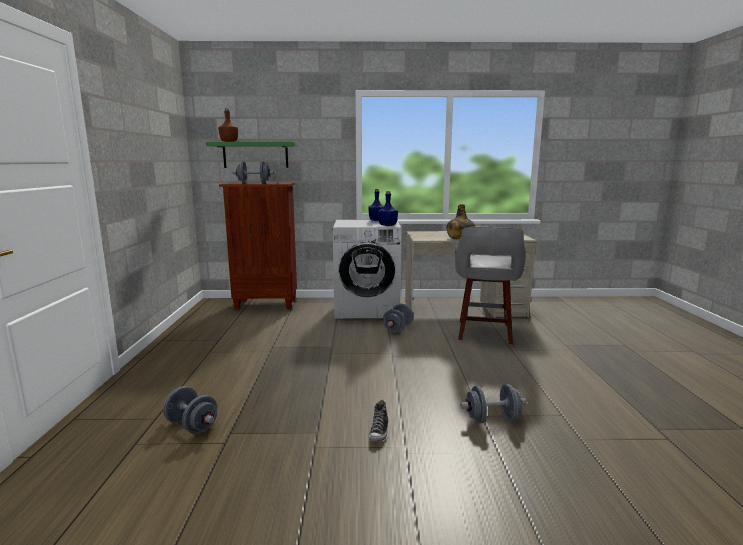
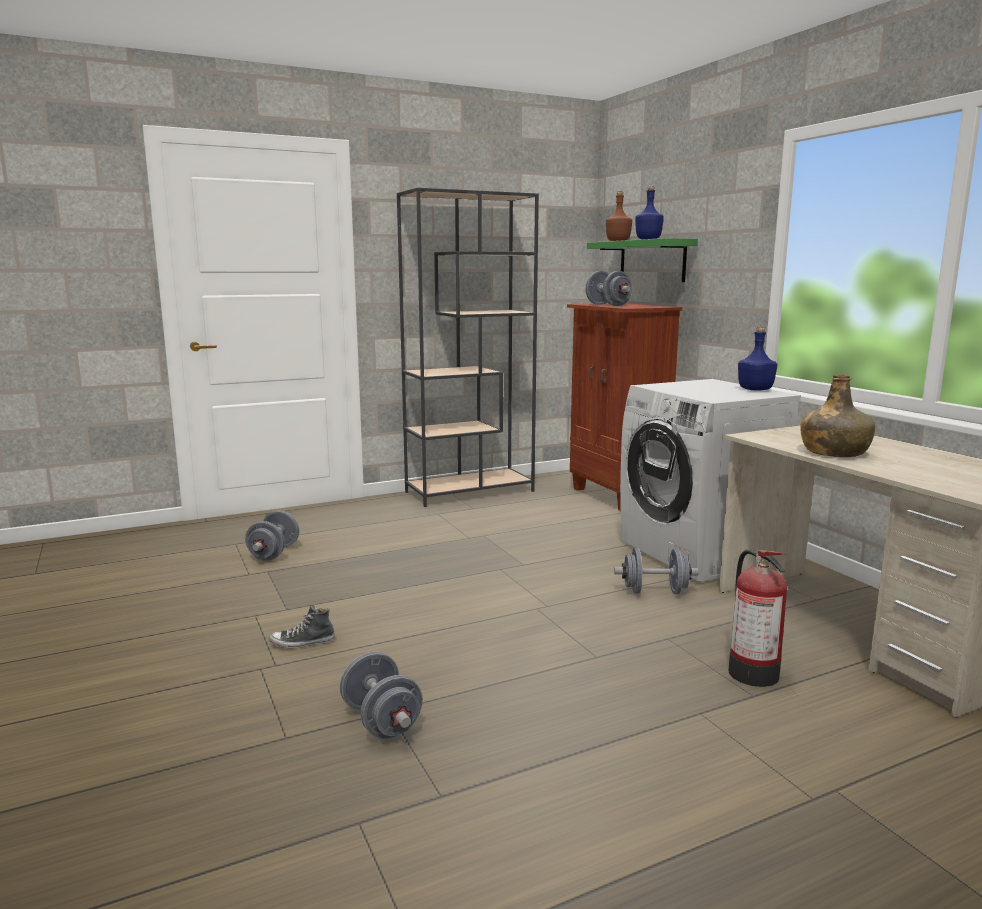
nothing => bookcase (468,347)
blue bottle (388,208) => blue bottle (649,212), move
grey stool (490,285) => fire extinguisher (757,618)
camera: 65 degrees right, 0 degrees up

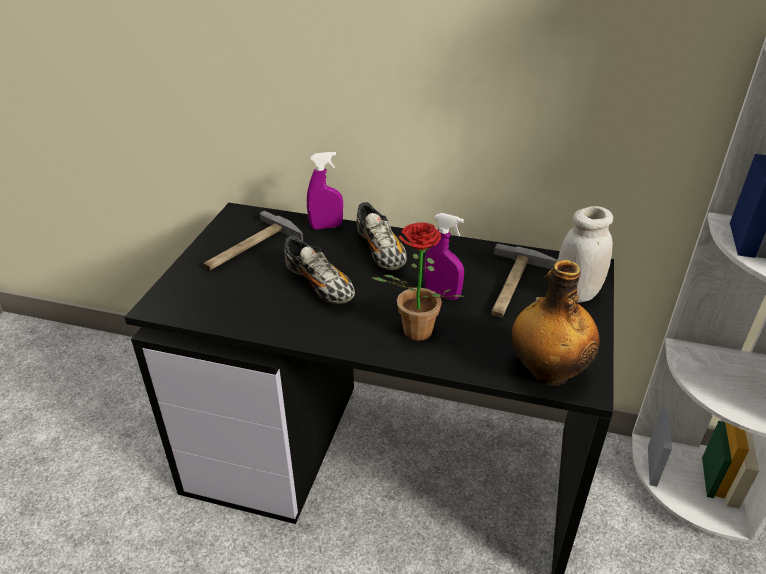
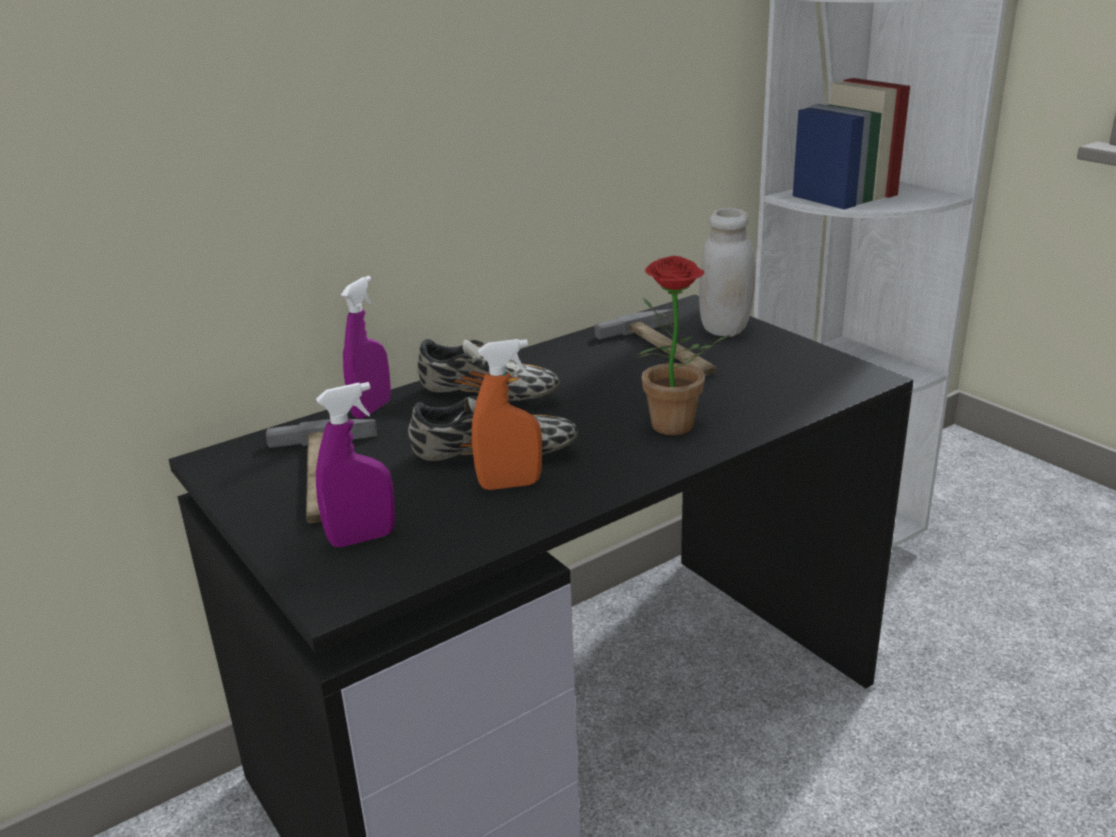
purple spray bottle (444,256) => purple spray bottle (355,464), move
nothing => orange spray bottle (507,414)
bottle (555,323) => nothing
camera: 50 degrees left, 10 degrees down

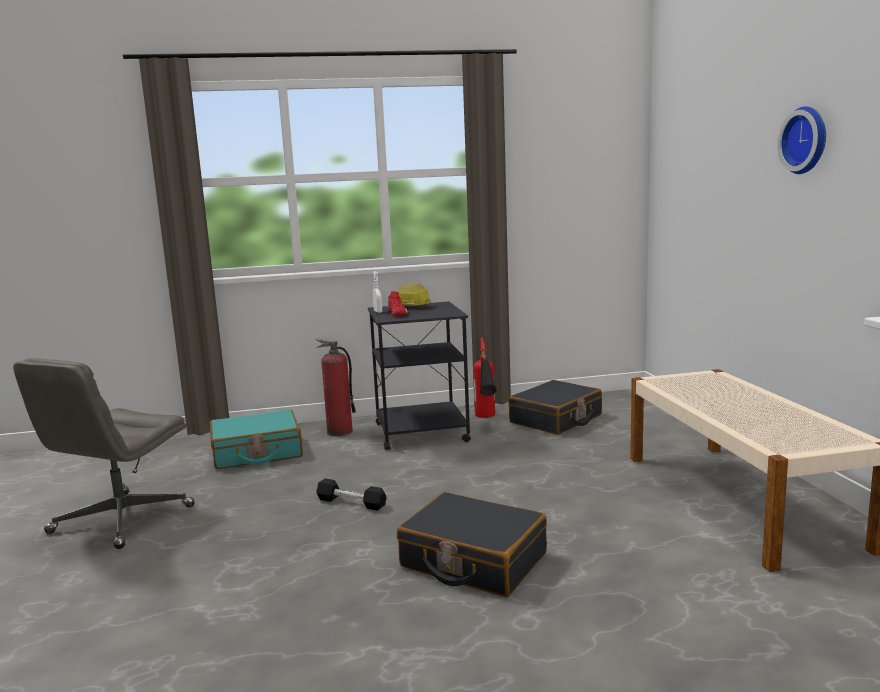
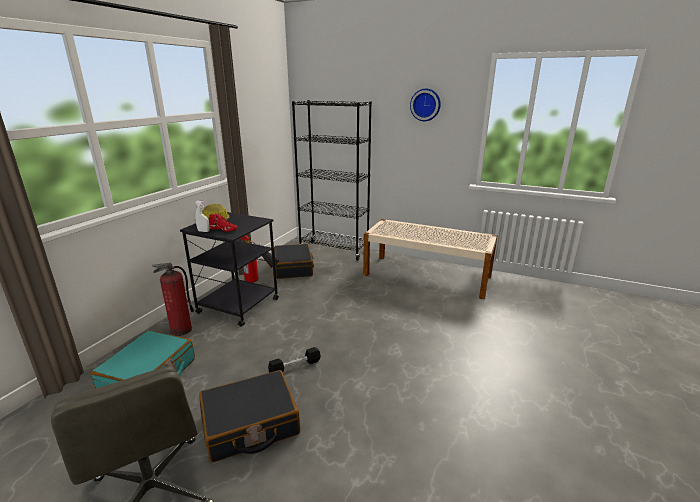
black suitcase (472,544) => black suitcase (249,416), move
nothing => black bookcase (332,180)
camera: 55 degrees left, 10 degrees up

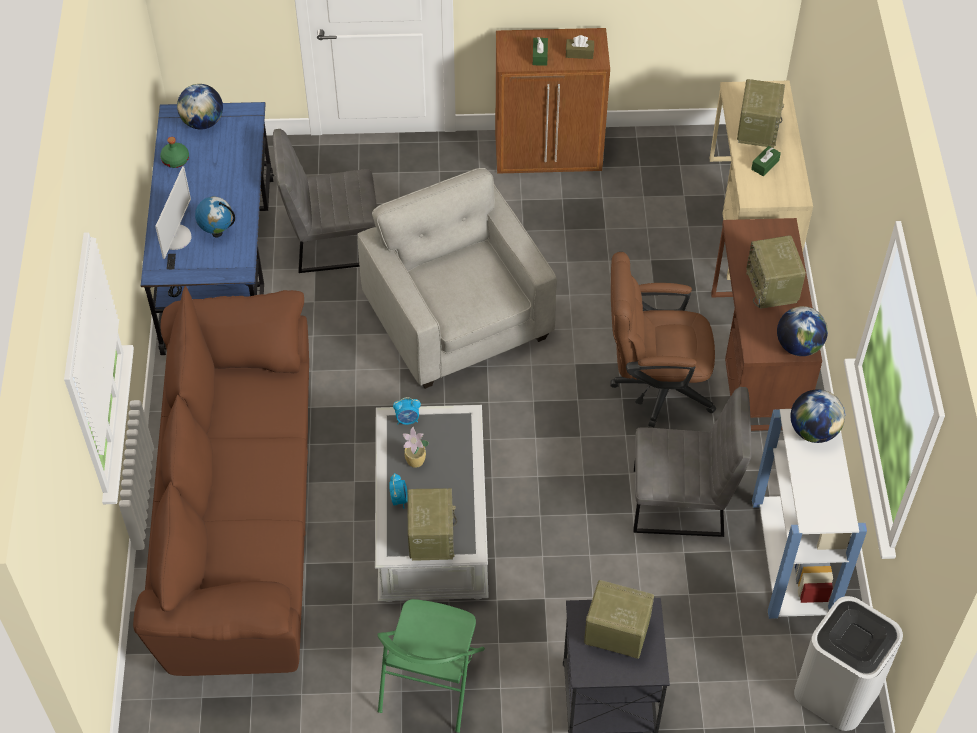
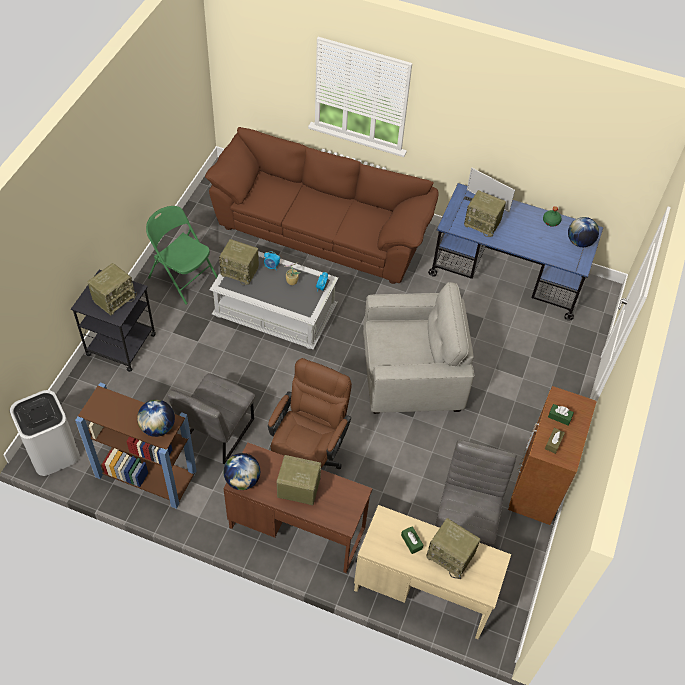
white bookcase (809,513) => brown bookcase (136,445)
grey chair (325,201) => grey chair (475,493), move
globe (215,217) => radio (485,213)
camera: 110 degrees right, 0 degrees up

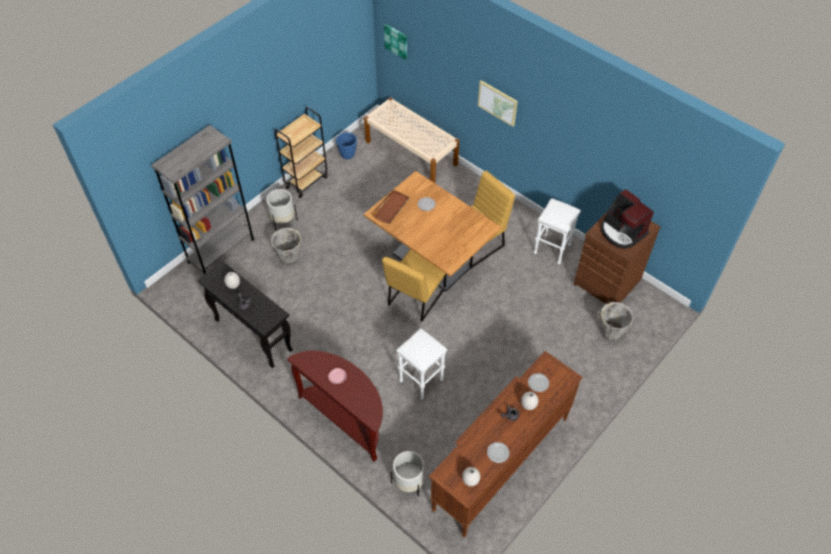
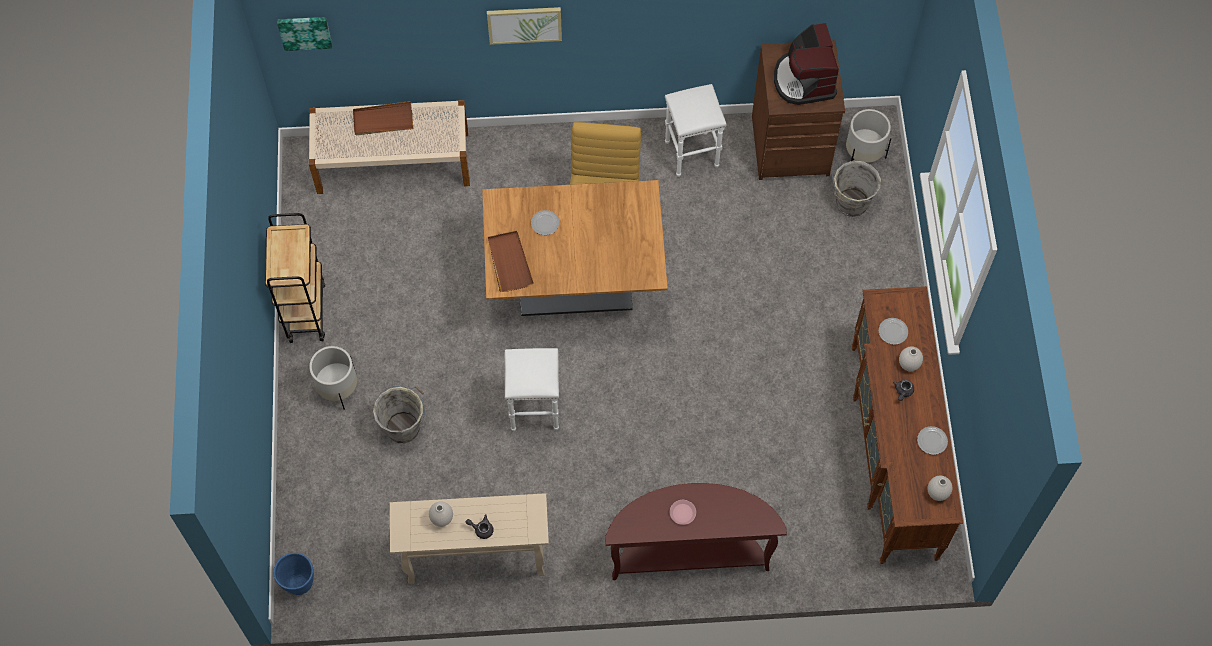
blue planter (346,145) => blue planter (293,574), move
nothing => brown tray (383,118)
black console table (245,314) => beige console table (469,538)
white stool (421,364) => white stool (532,389), move
coffee machine (627,219) => coffee machine (806,64), 75 degrees clockwise
white planter (408,474) => white planter (868,136), move
grey bookcase (203,200) => nothing
yellow chair (414,285) => nothing
camera: 45 degrees left, 10 degrees up

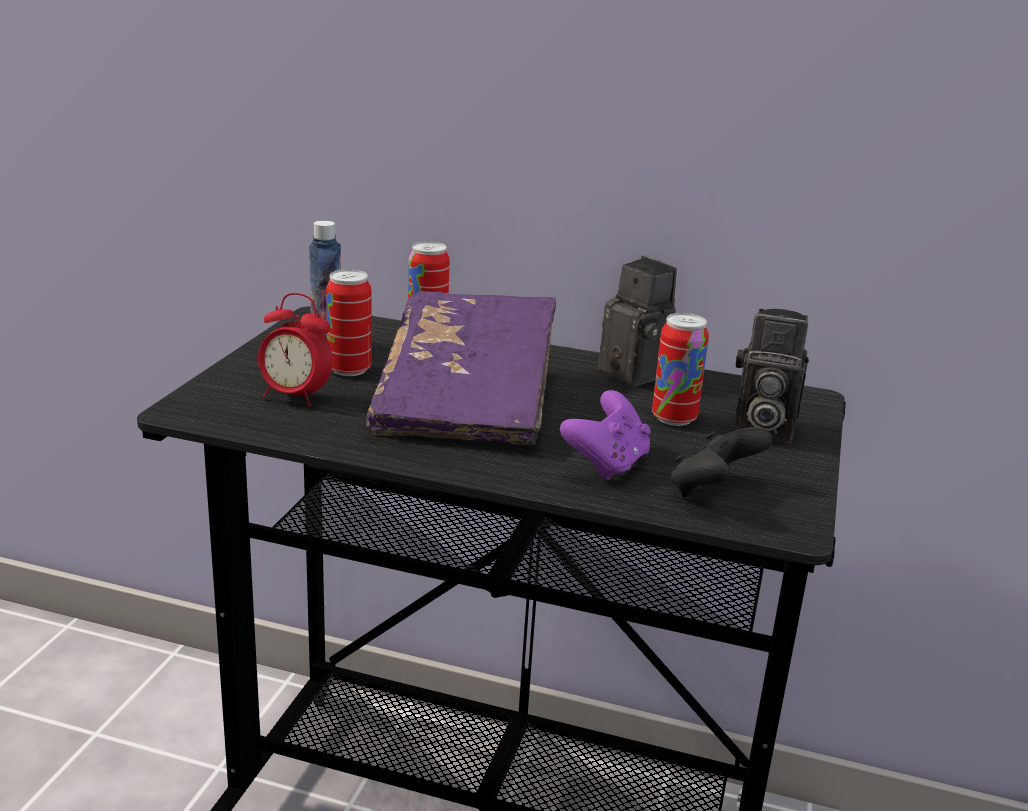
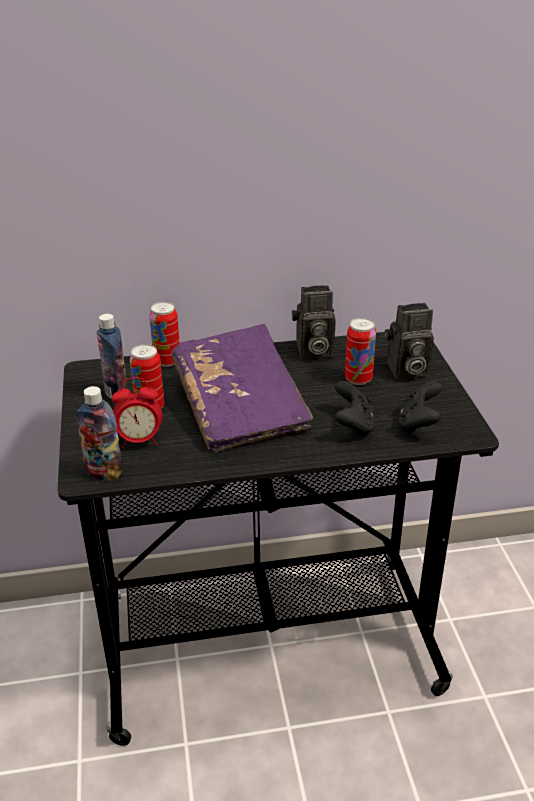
nothing => bottle (99,433)
photo camera (637,321) => photo camera (314,322), 150 degrees clockwise
purple game controller (605,435) => black game controller (355,409)
camera: 25 degrees left, 10 degrees up

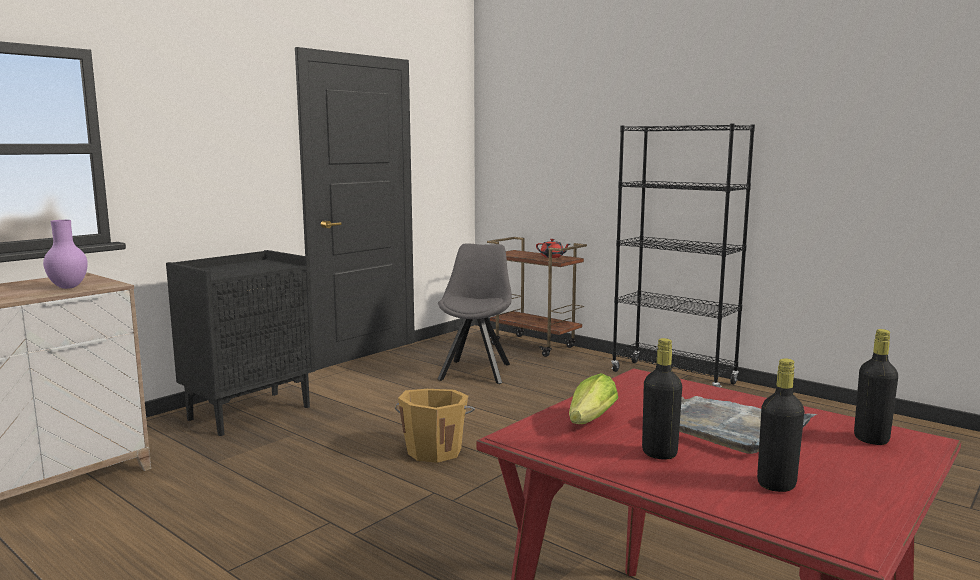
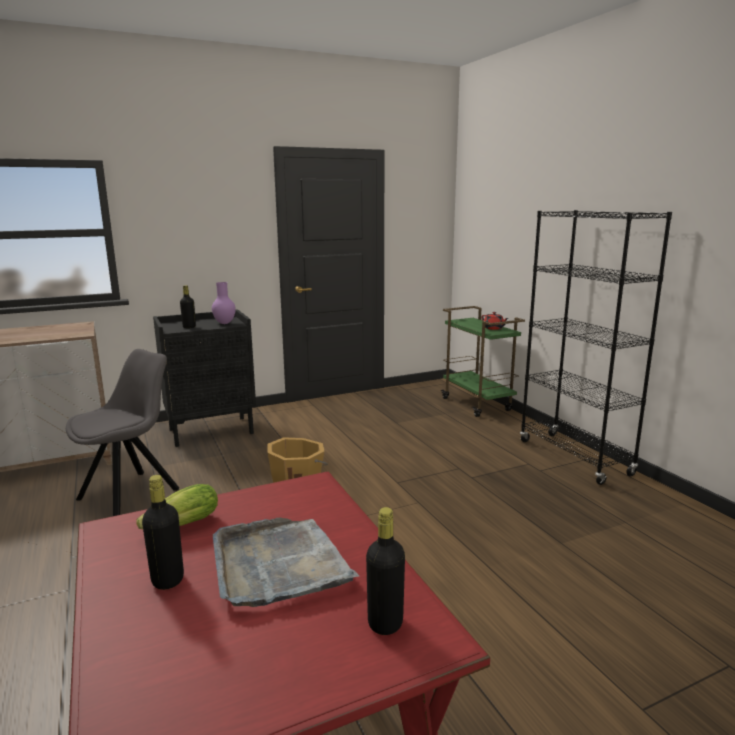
grey chair (475,313) => grey chair (122,432), move
black bottle (780,425) => black bottle (188,306), move
purple vase (65,254) => purple vase (224,303), move
brown cart (537,297) => green cart (483,361)
camera: 25 degrees right, 5 degrees up

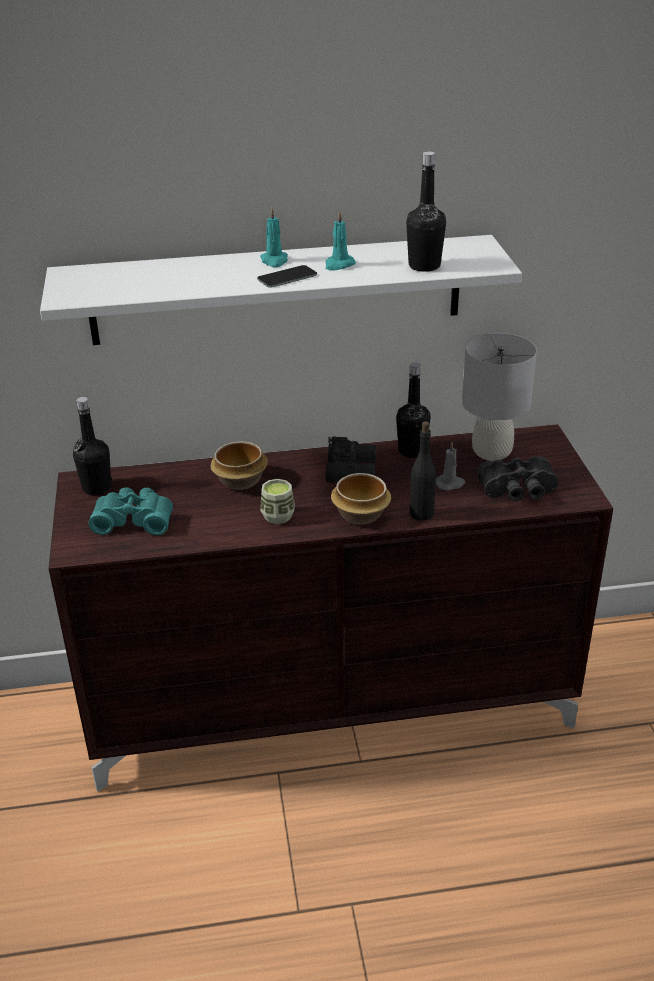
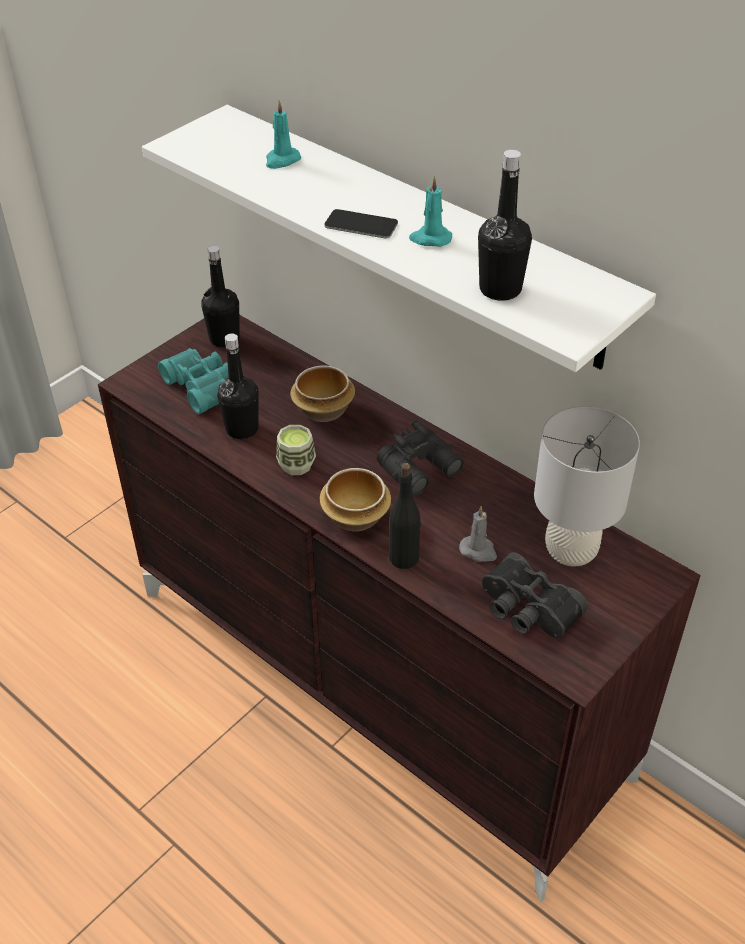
black bottle (413,410) => black bottle (238,386), move
turquoise candle (274,237) => turquoise candle (283,134), move
camera: 50 degrees right, 10 degrees up

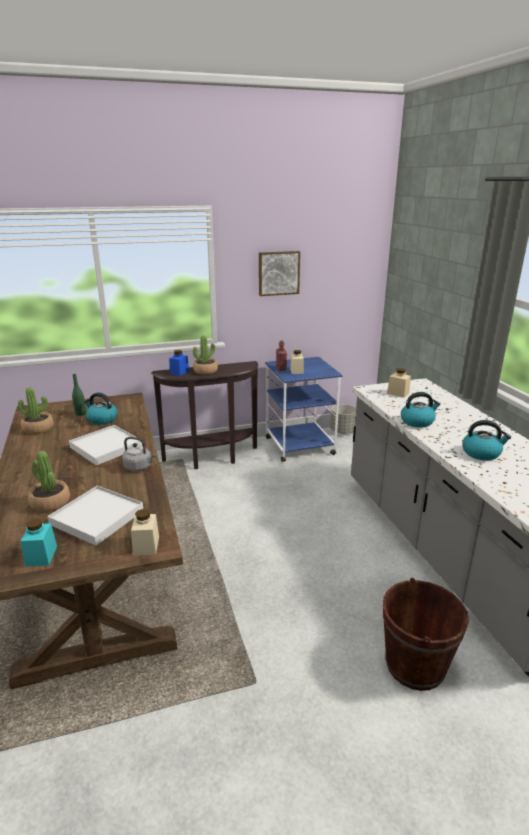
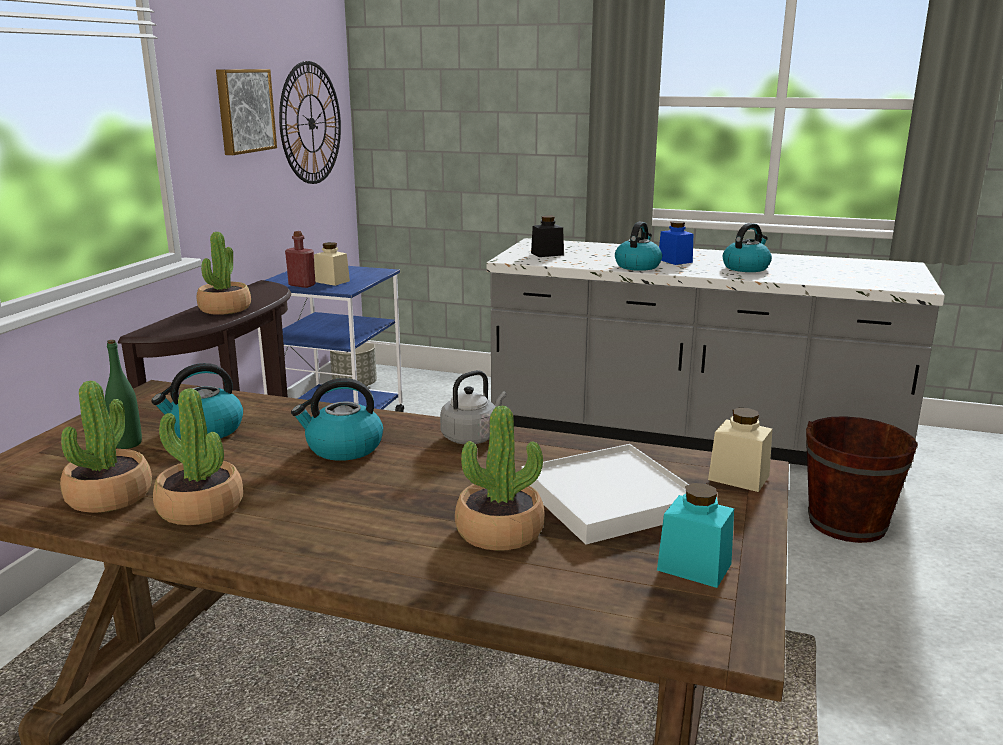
nothing => potted plant (198,456)
nothing => wall clock (310,122)
white tray (105,445) => kettle (337,419)
beige jar (399,383) => black jar (547,236)
blue jar (179,363) => blue jar (676,243), move
camera: 55 degrees left, 5 degrees down

